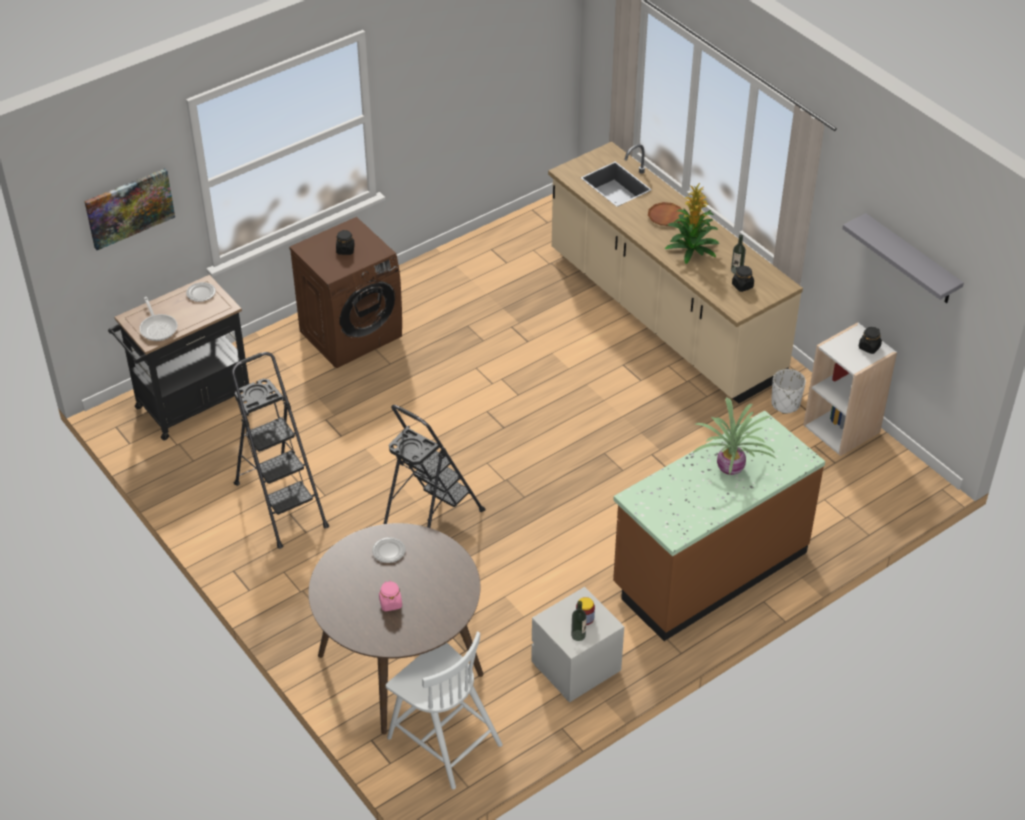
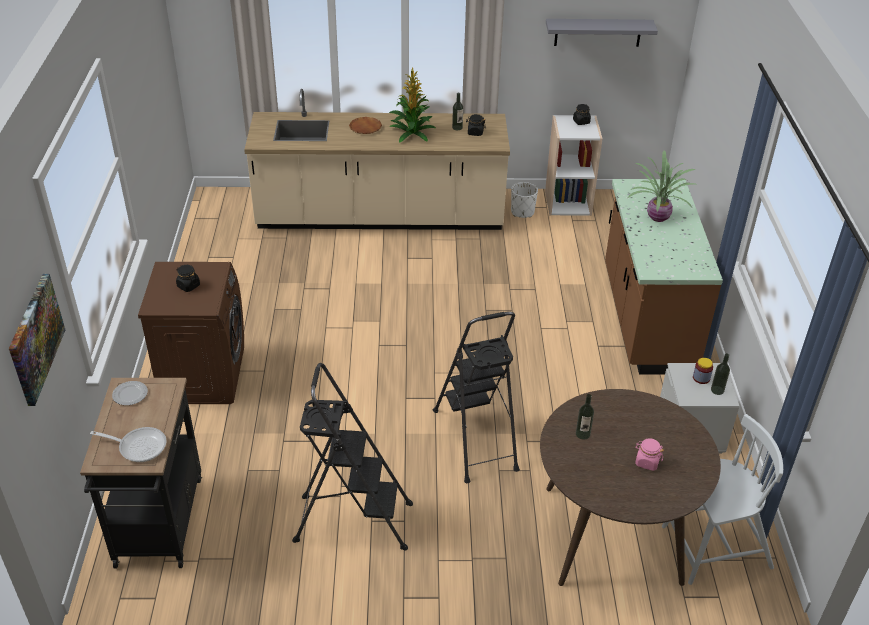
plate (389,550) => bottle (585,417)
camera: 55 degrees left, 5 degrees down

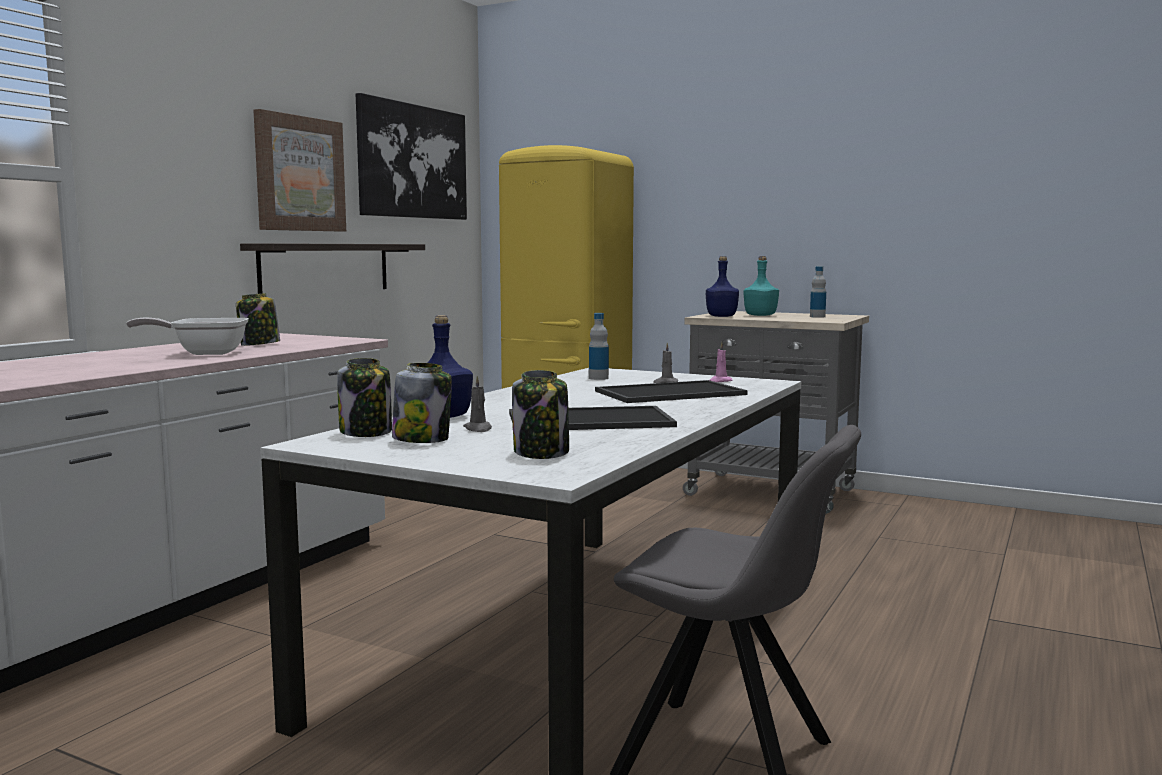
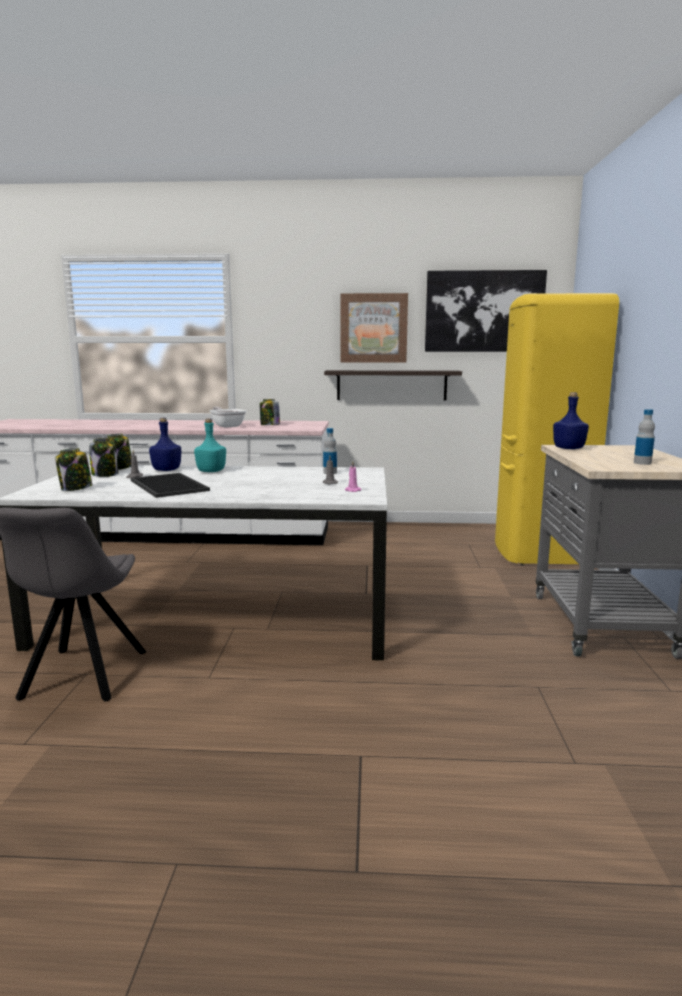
turquoise bottle (761,286) => turquoise bottle (210,445), move
tray (671,391) => nothing
camera: 65 degrees right, 5 degrees up

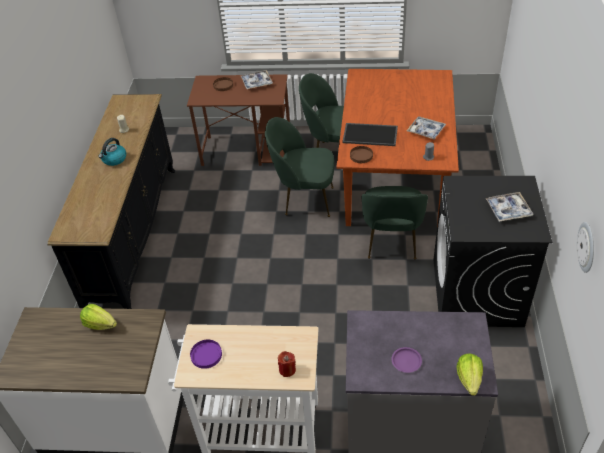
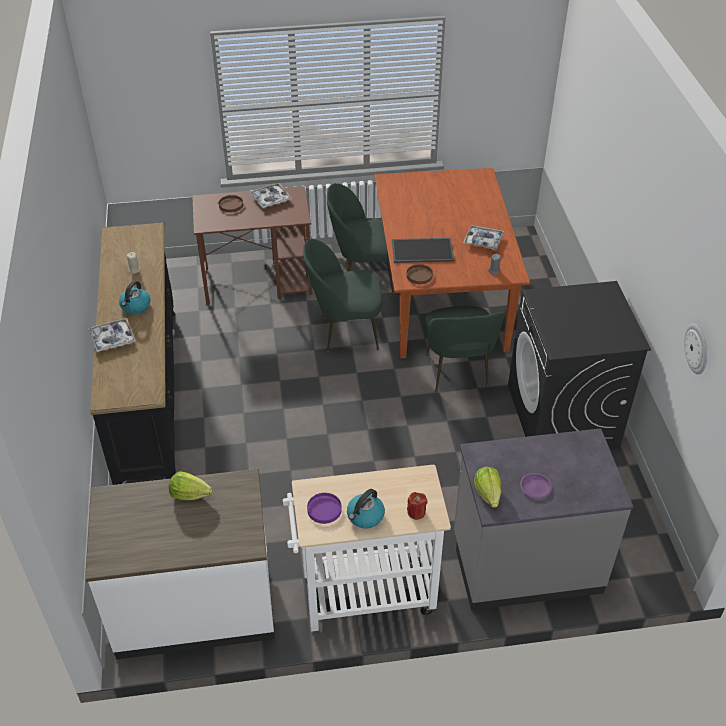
tray (509,207) => tray (112,335), move
nothing => kettle (366,508)
lettuce (470,374) => lettuce (487,487), move
camera: 15 degrees left, 0 degrees up

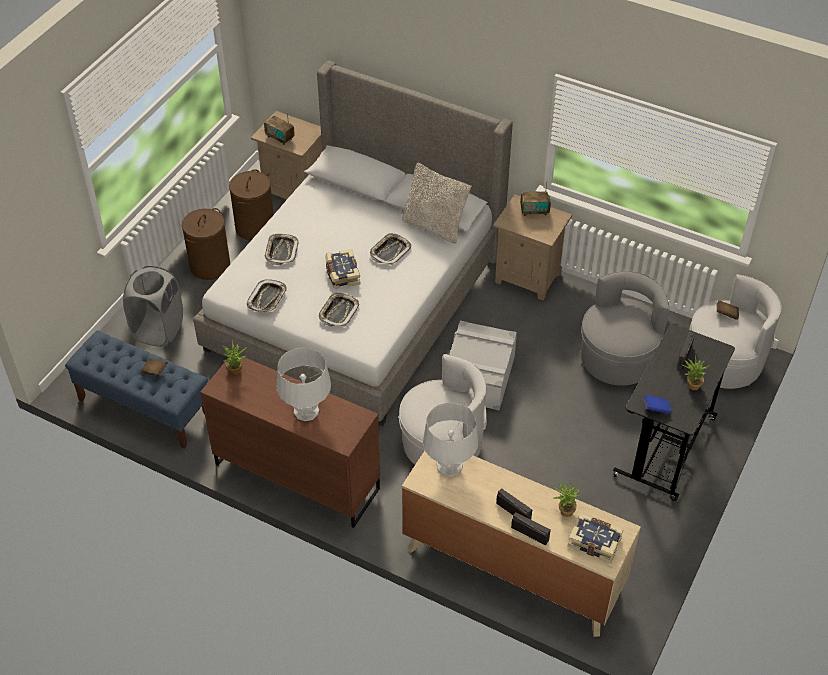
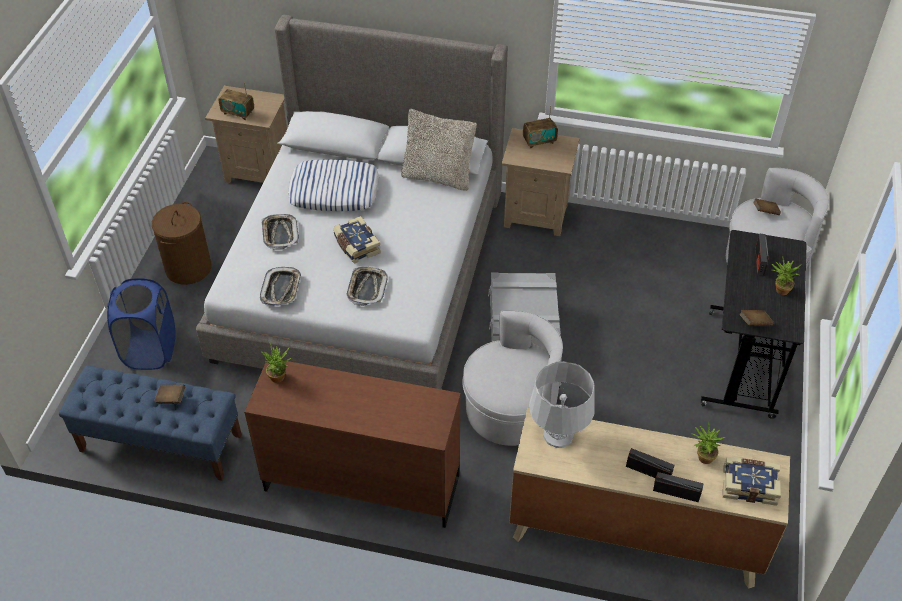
grey laundry basket (153,306) => blue laundry basket (141,324)
nothing => pillow (333,185)
blue book (657,404) => brown book (756,318)
brown laundry basket (251,205) => nothing
grey table lamp (304,384) => nothing
tray (390,249) => nothing
grey armchair (625,328) => nothing
camera: 15 degrees left, 0 degrees up

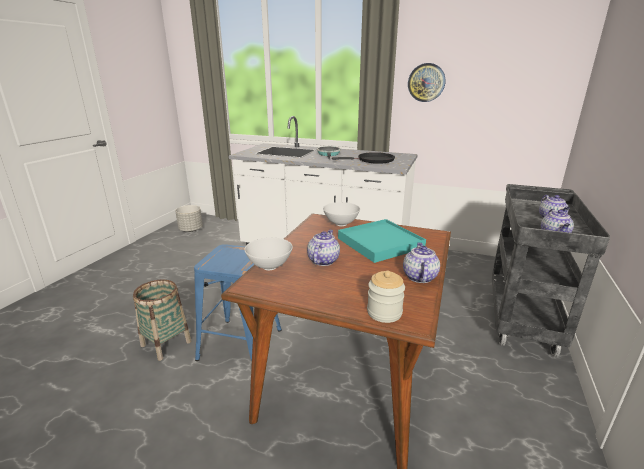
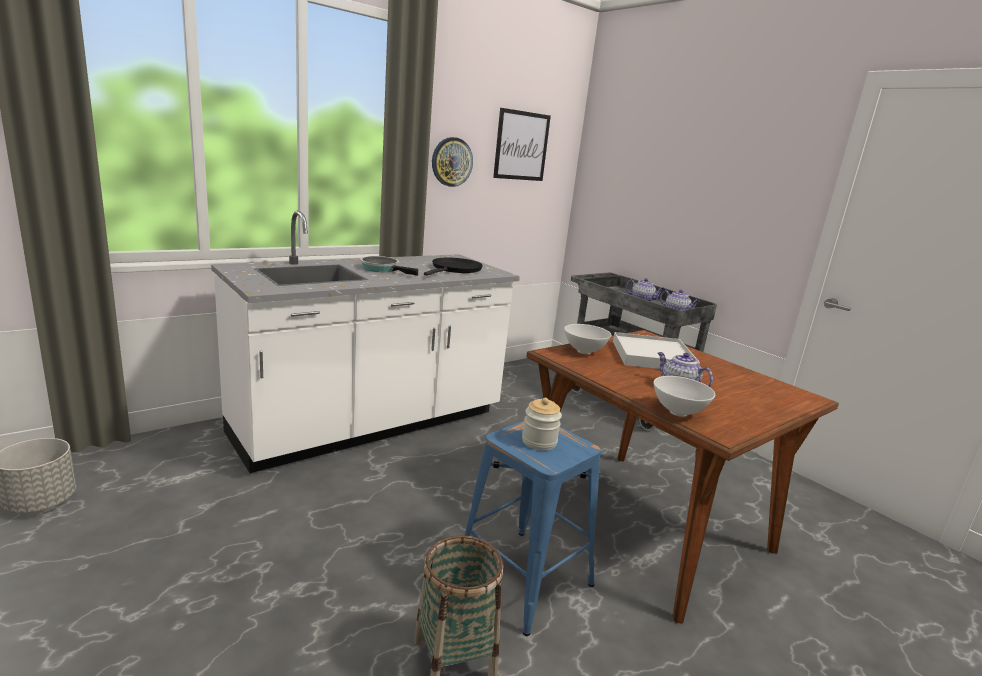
nothing => picture (522,144)
jar (386,296) => jar (542,424), move
turquoise tray (382,241) => white tray (656,350)
teapot (421,262) => nothing
camera: 60 degrees left, 5 degrees down

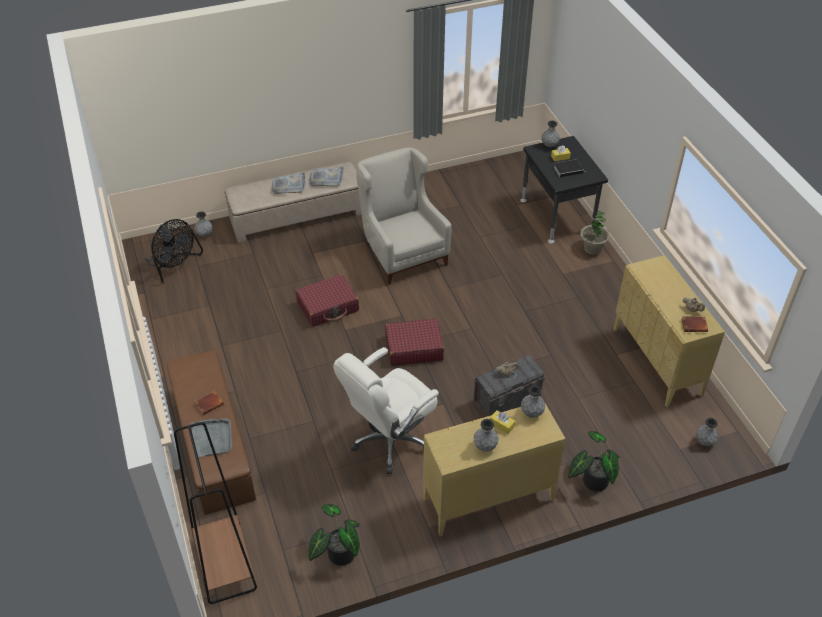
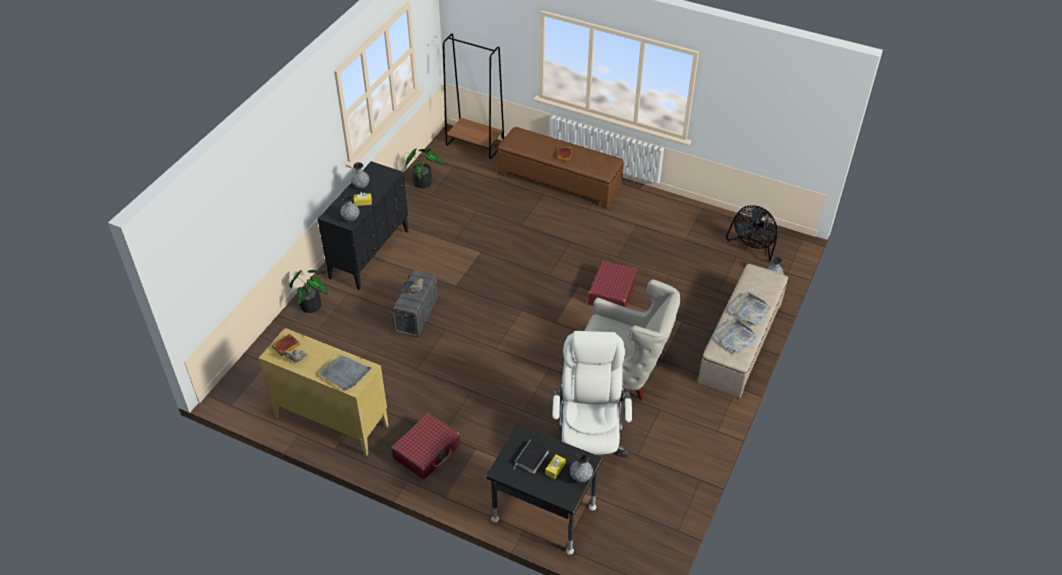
beige dresser (494,469) => black dresser (363,225)
grey tray (211,437) => grey tray (345,372), move
red suitcase (414,342) => red suitcase (425,446), move
white office chair (386,410) => white office chair (592,394), move
black fan (174,251) => black fan (752,234), 45 degrees counterclockwise
potted plant (595,232) => nothing
grey vase (707,432) => nothing
camera: 135 degrees right, 0 degrees up

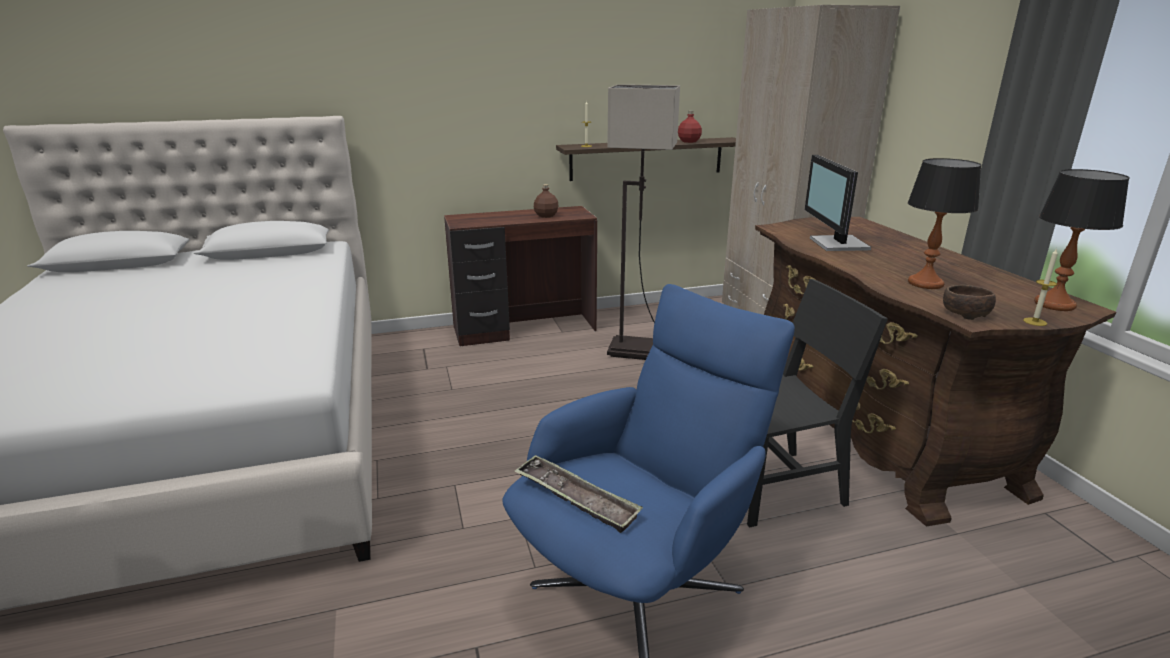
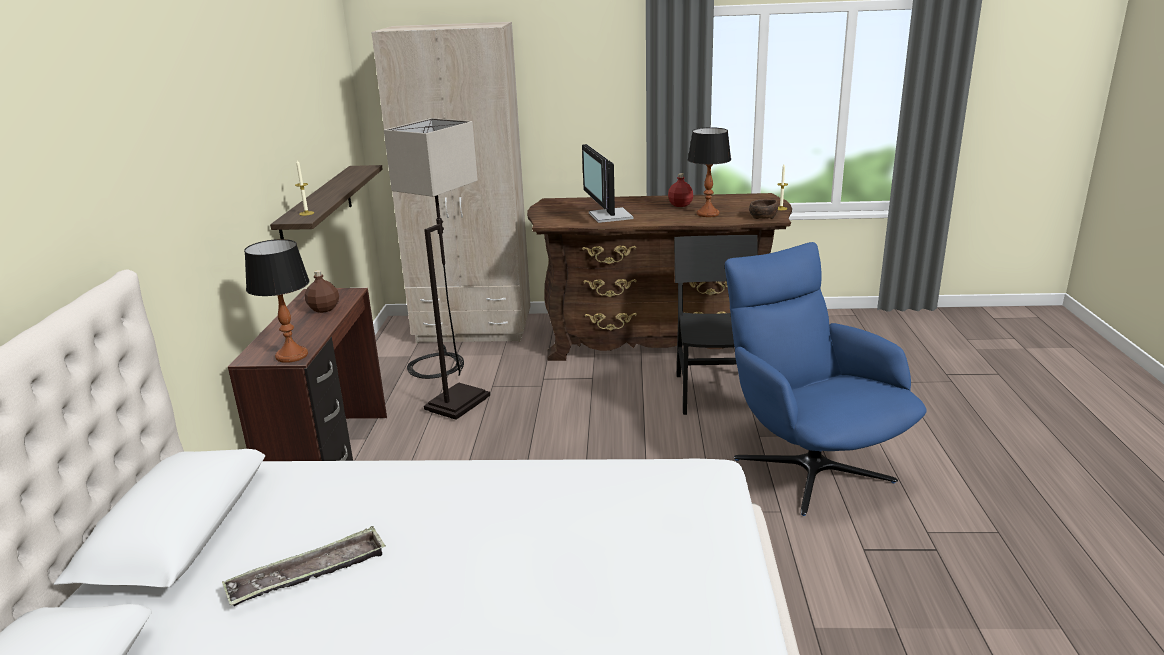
tray (578,494) => tray (304,566), move
table lamp (1082,240) => table lamp (277,301), move
monitor (838,203) => monitor (607,183), 60 degrees clockwise
red bottle (690,126) => red bottle (680,190), move
camera: 70 degrees left, 0 degrees up

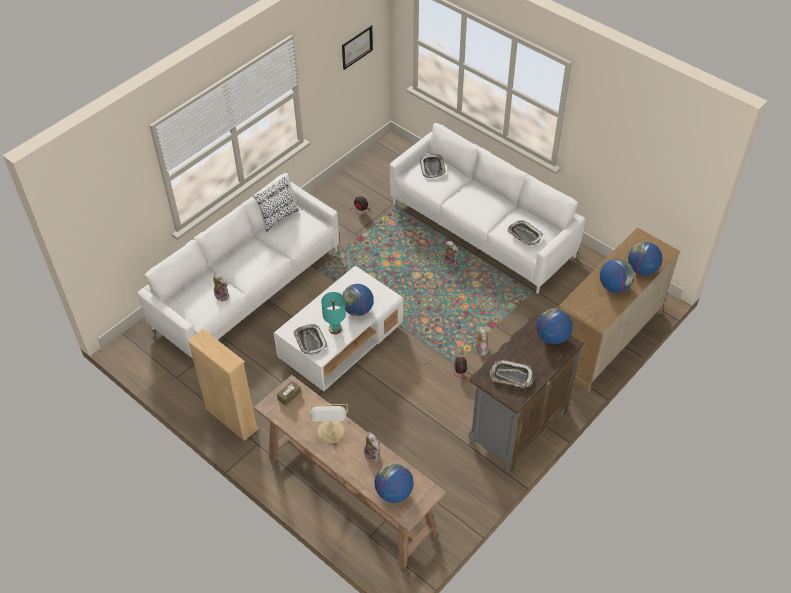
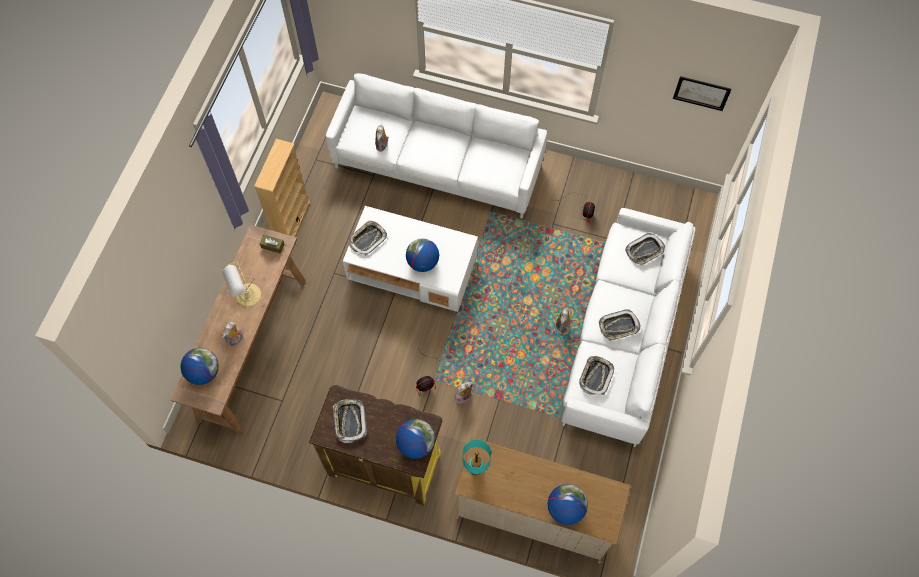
grey dresser (526,394) => yellow dresser (375,445)
turquoise table lamp (333,313) => turquoise table lamp (477,457), move
nothing => tray (620,325)
white pillow (276,203) => nothing
globe (617,276) => nothing
camera: 65 degrees right, 15 degrees up

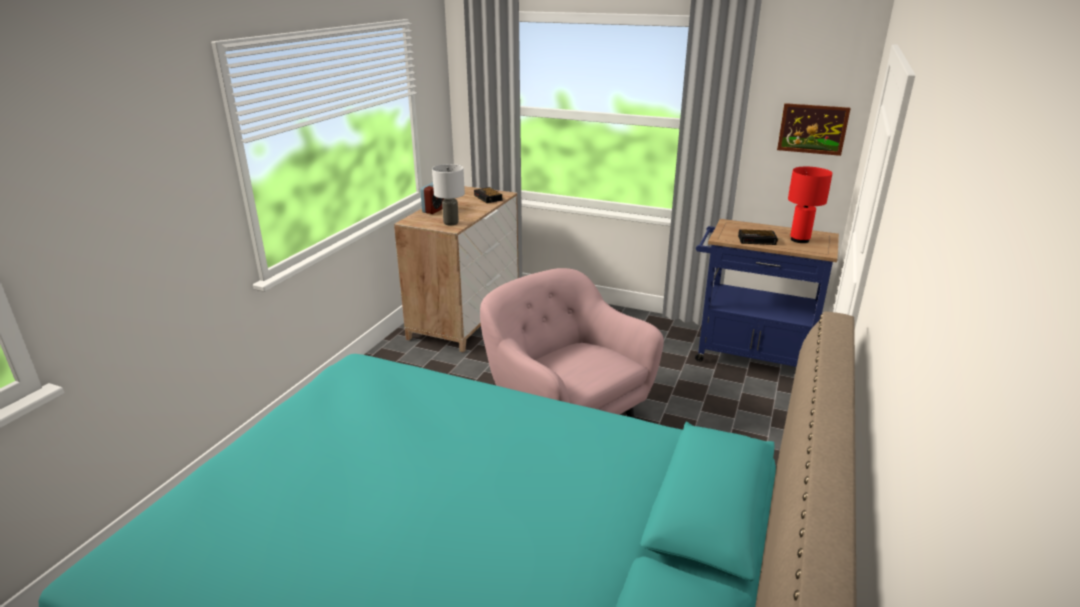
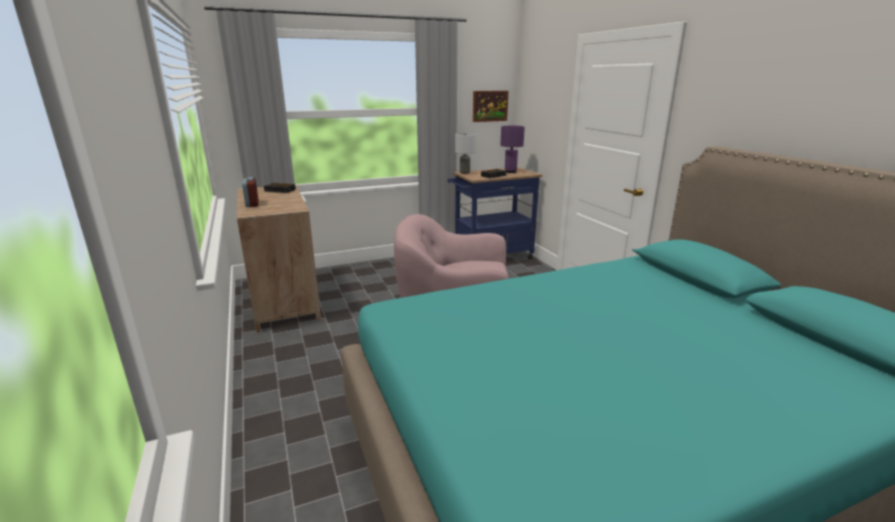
white table lamp (448,194) => white table lamp (465,153), move
red table lamp (810,205) => purple table lamp (513,149)
camera: 45 degrees left, 5 degrees down

